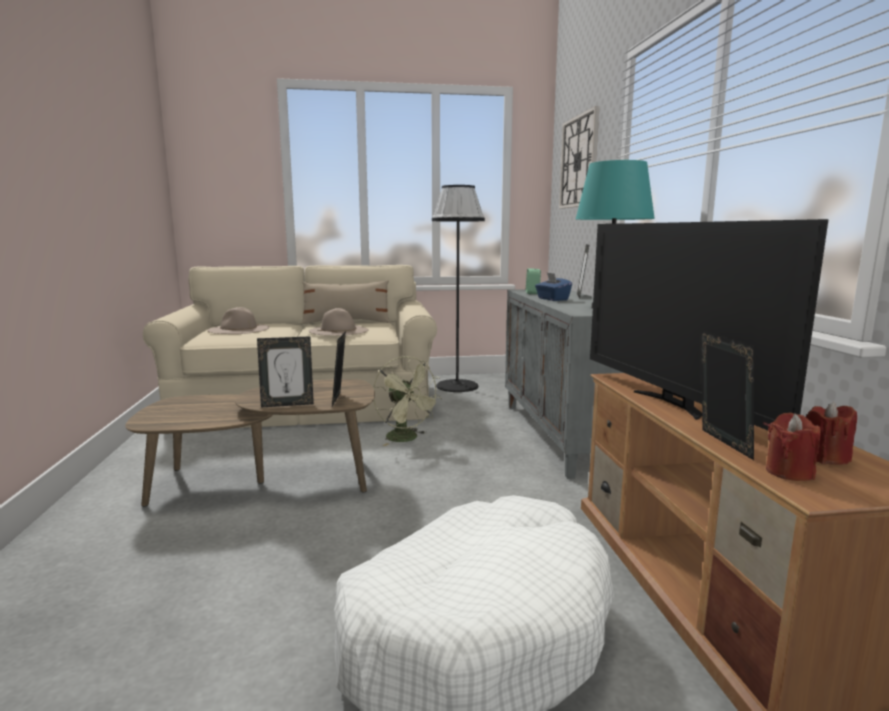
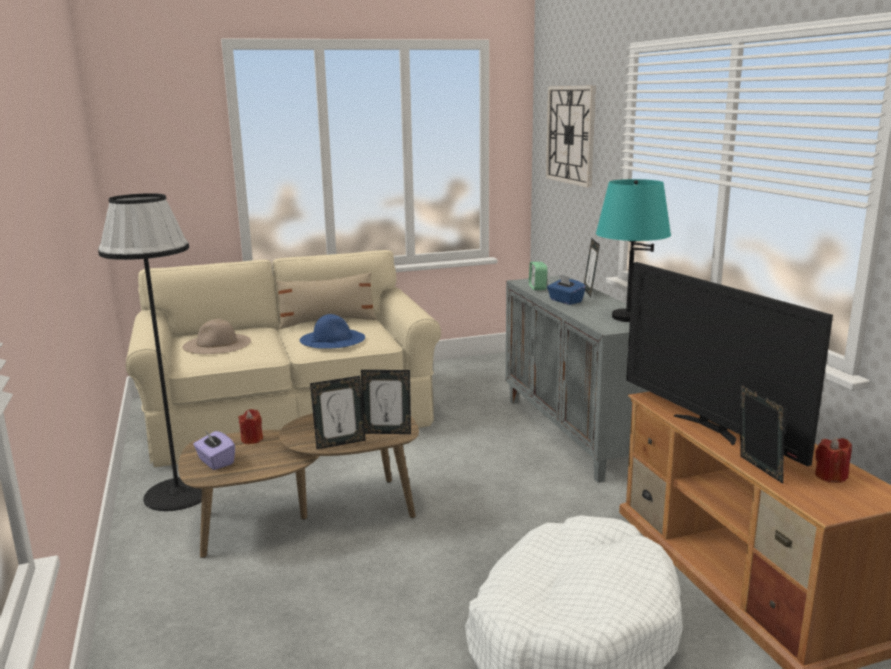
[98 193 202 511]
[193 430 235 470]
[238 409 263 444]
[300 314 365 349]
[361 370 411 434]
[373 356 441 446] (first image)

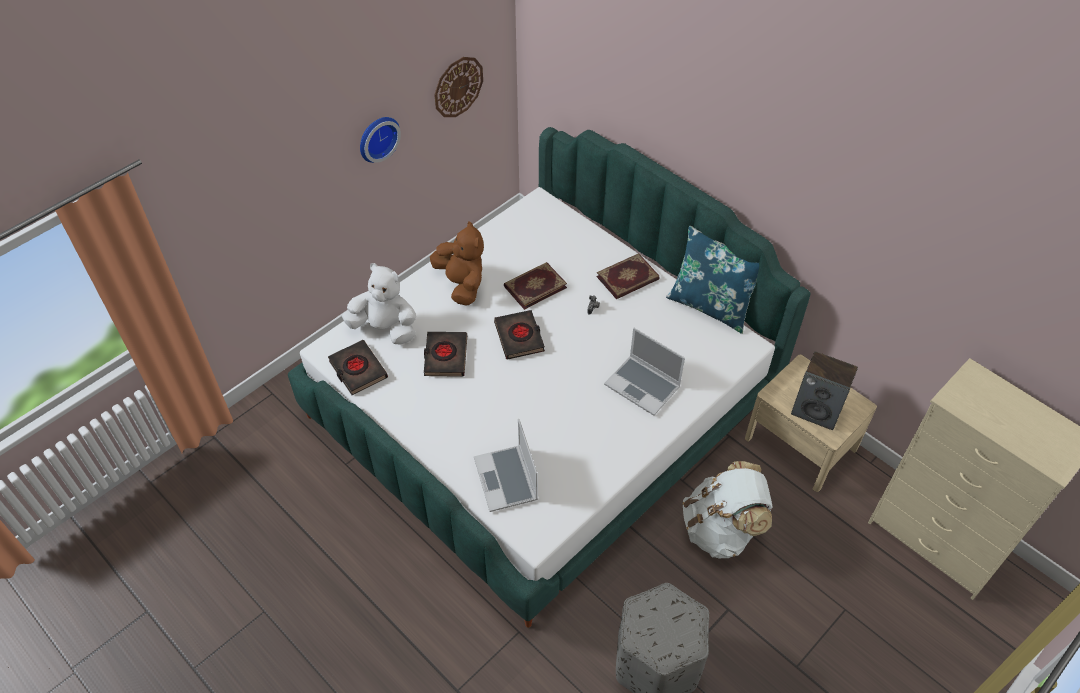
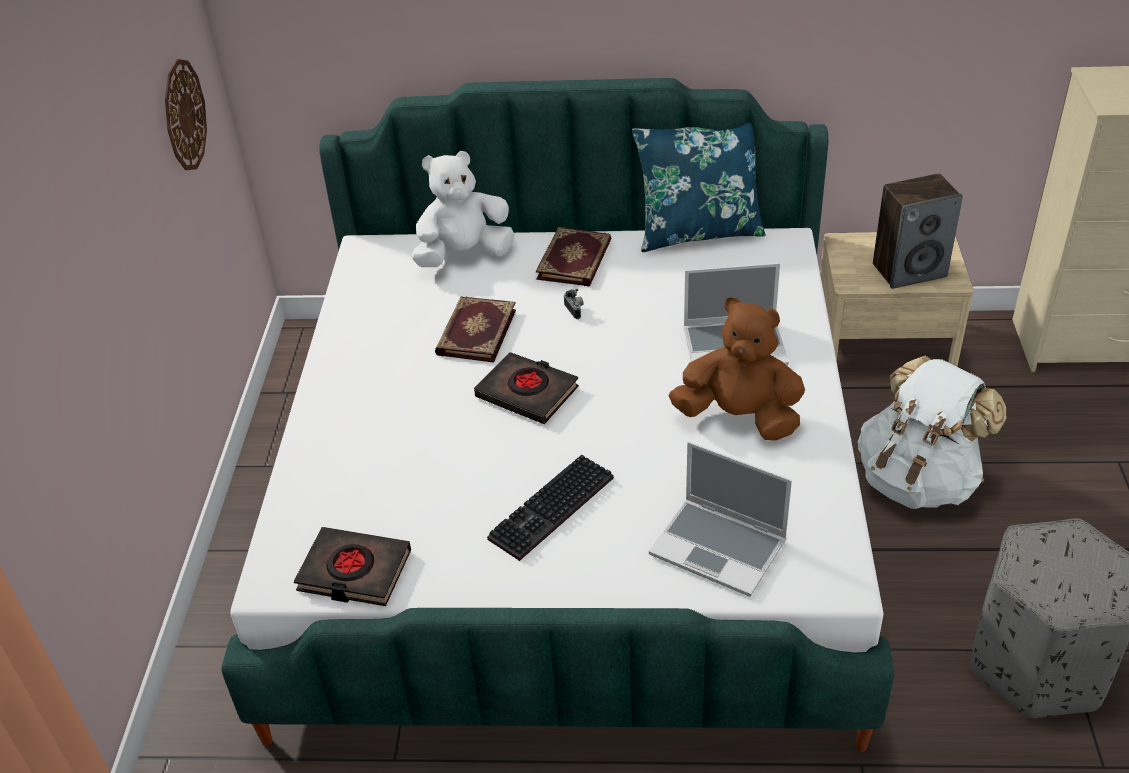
[411 151 515 267]
[487 455 614 561]
[669 297 805 441]
[360 117 401 163] (first image)
[424 332 467 377] (first image)

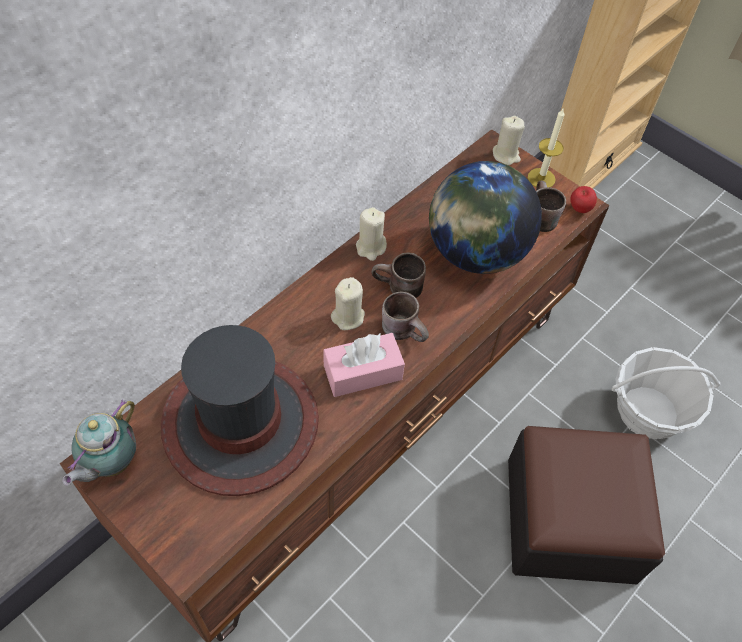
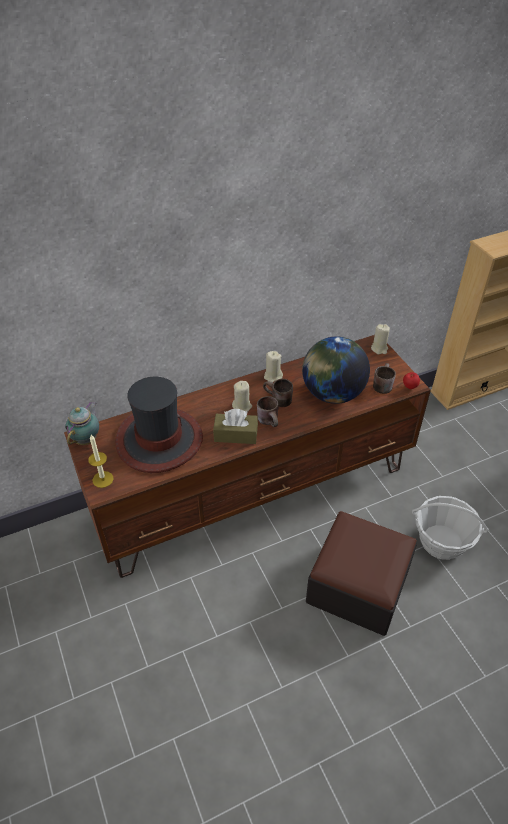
[65 402 99 445]
[88 435 114 488]
[213 409 258 444]

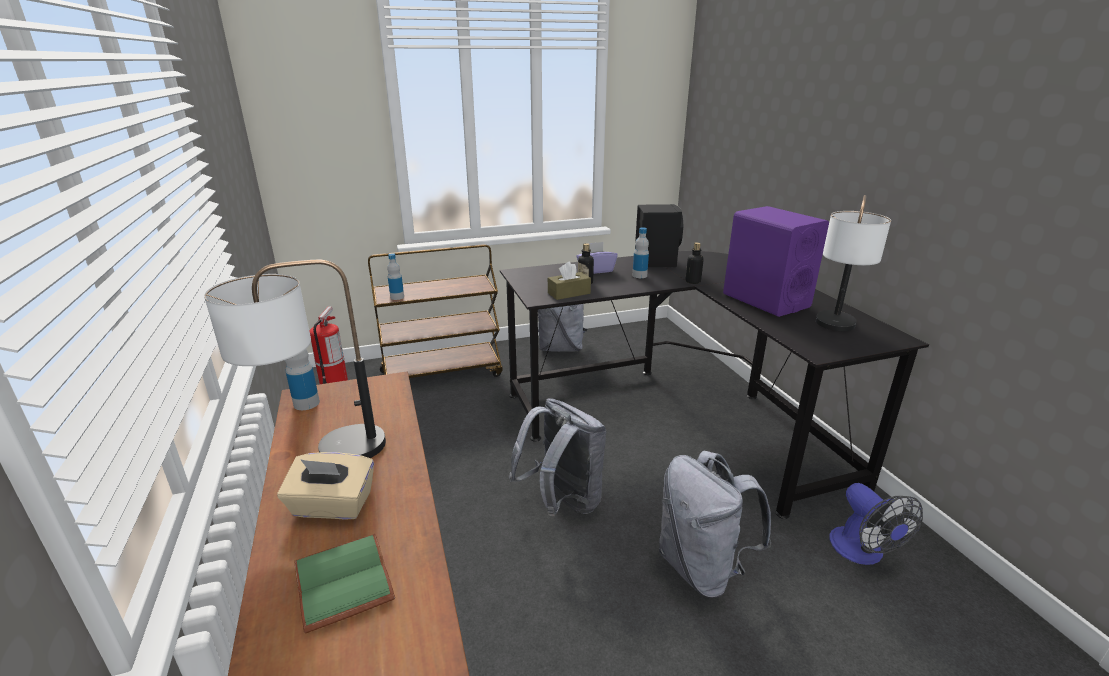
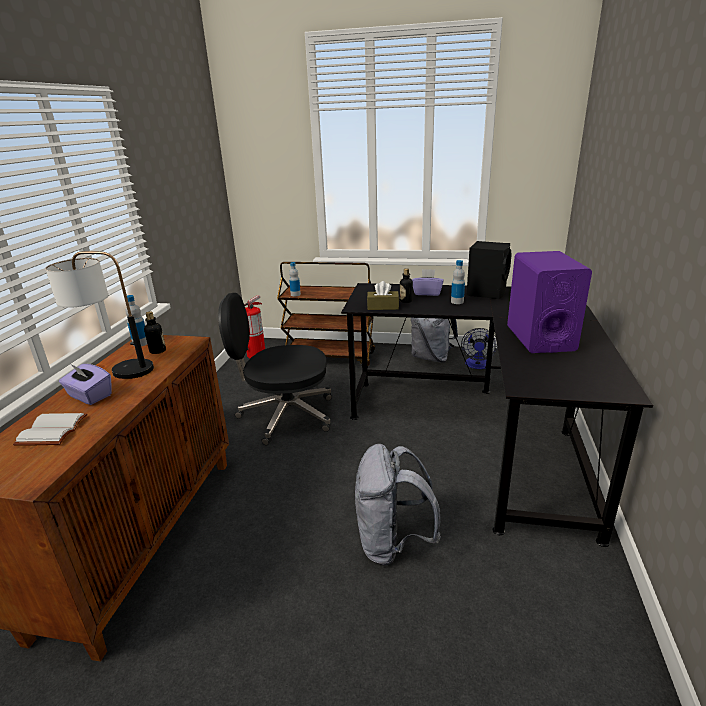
[13 413 88 445]
[59 364 112 405]
[144 311 166 354]
[218 293 332 445]
[461 328 498 369]
[509 398 606 516] (first image)
[816 195 891 331] (first image)

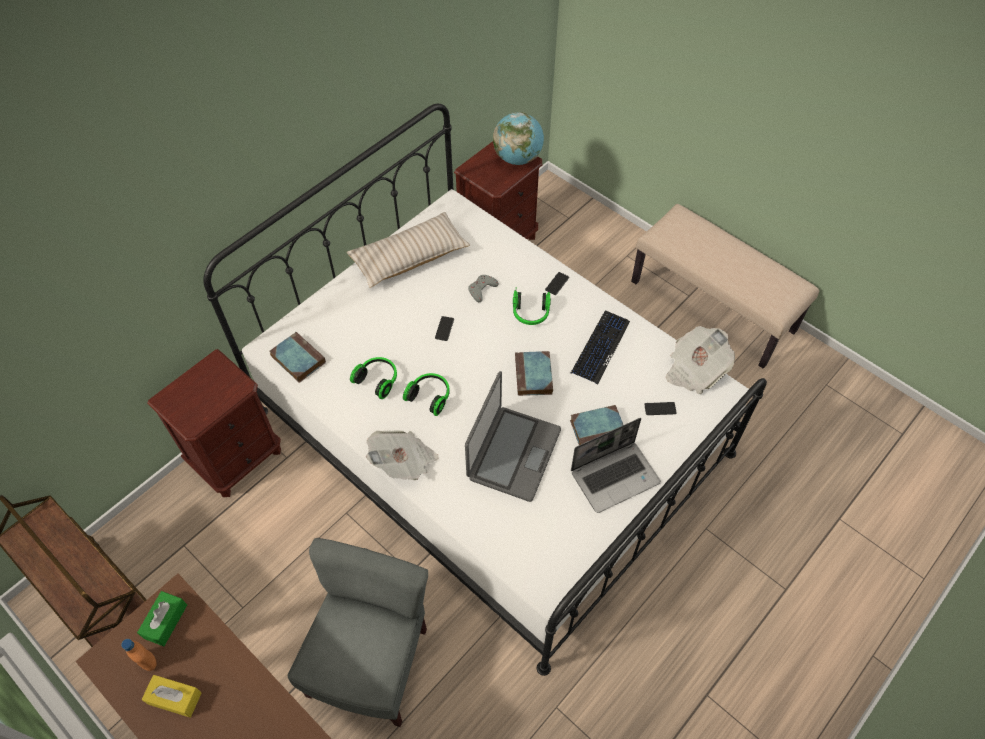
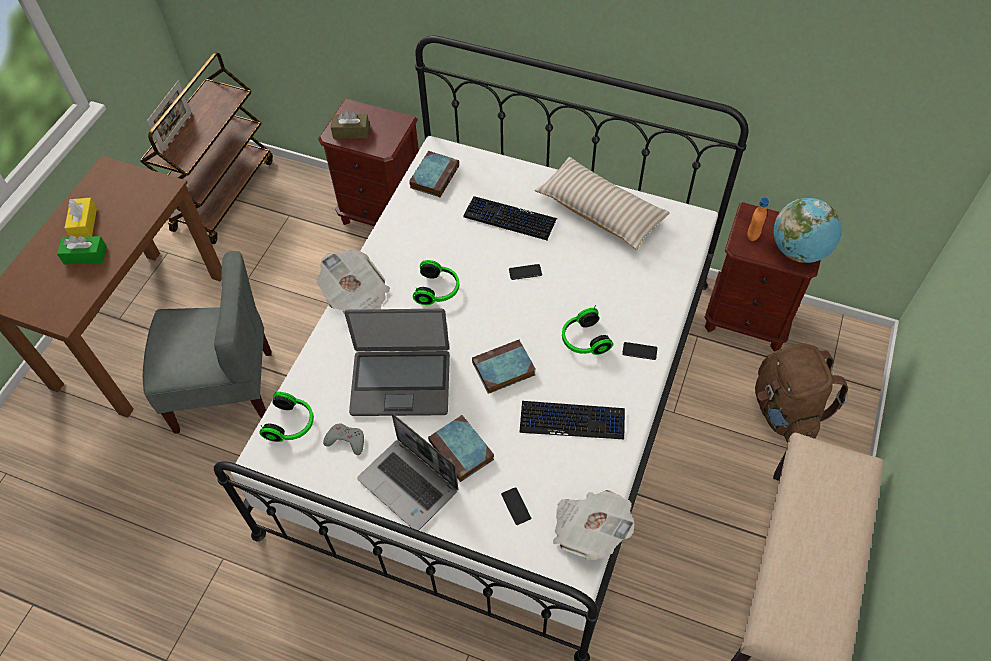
[57 235 107 264]
[147 80 191 152]
[259 392 314 442]
[323 424 364 455]
[331 110 369 139]
[464 196 557 241]
[747 197 769 241]
[755 344 848 443]

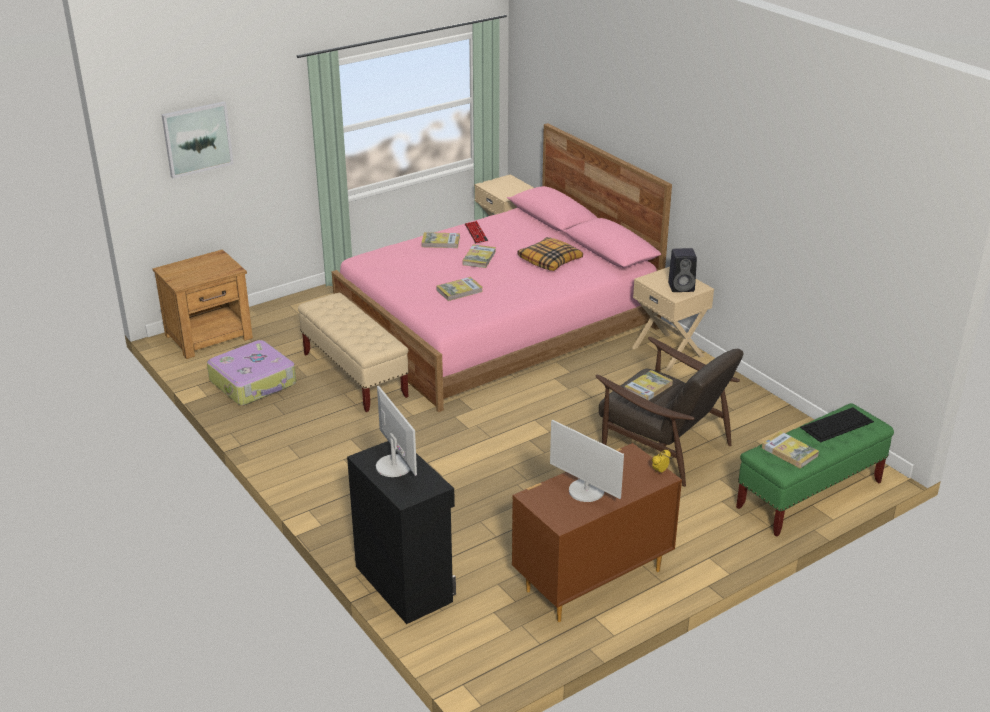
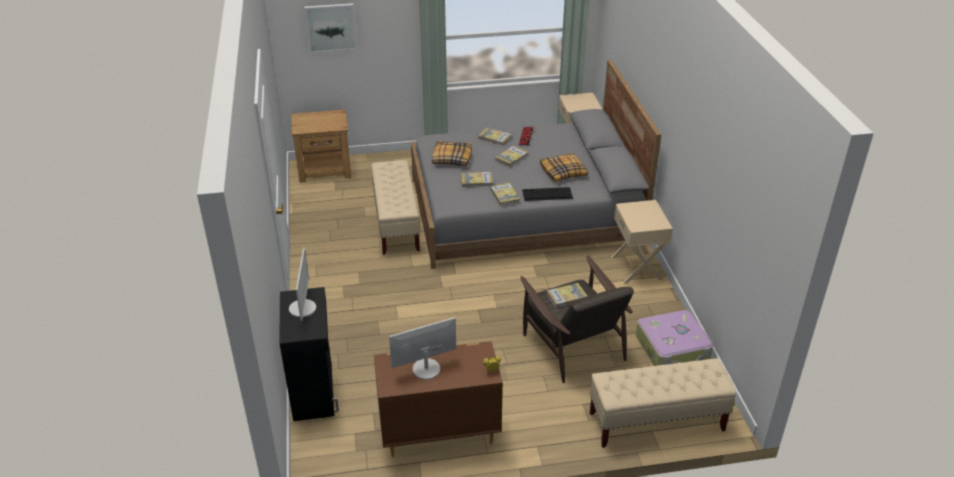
[389 317 456 380]
[411 60 662 269]
[432 141 472 166]
[490 183 520 206]
[522 187 573 201]
[590 358 736 448]
[636 310 713 366]
[668 248 697 292] (first image)

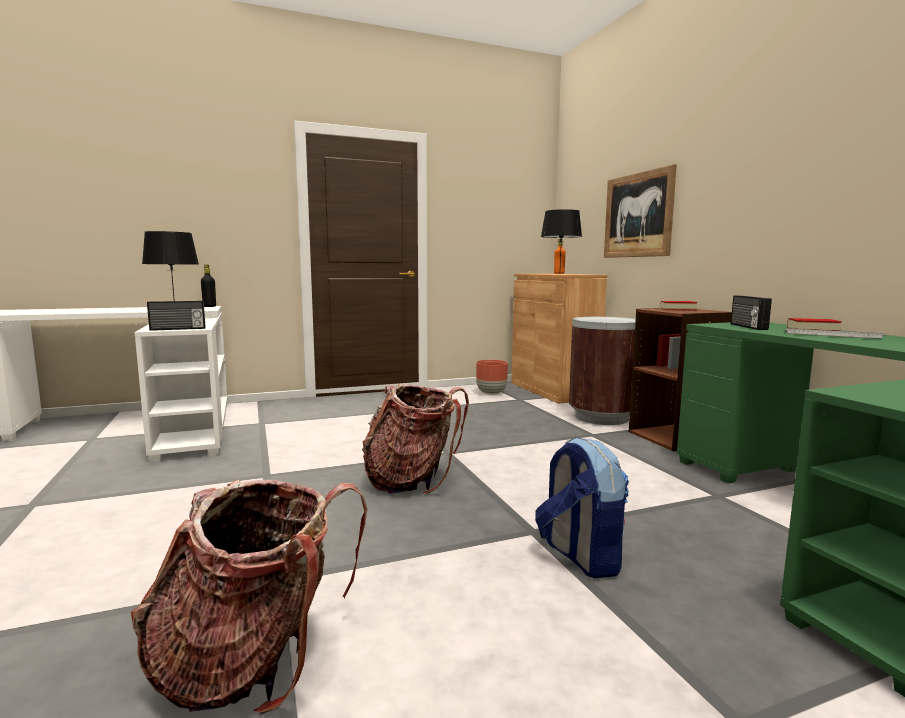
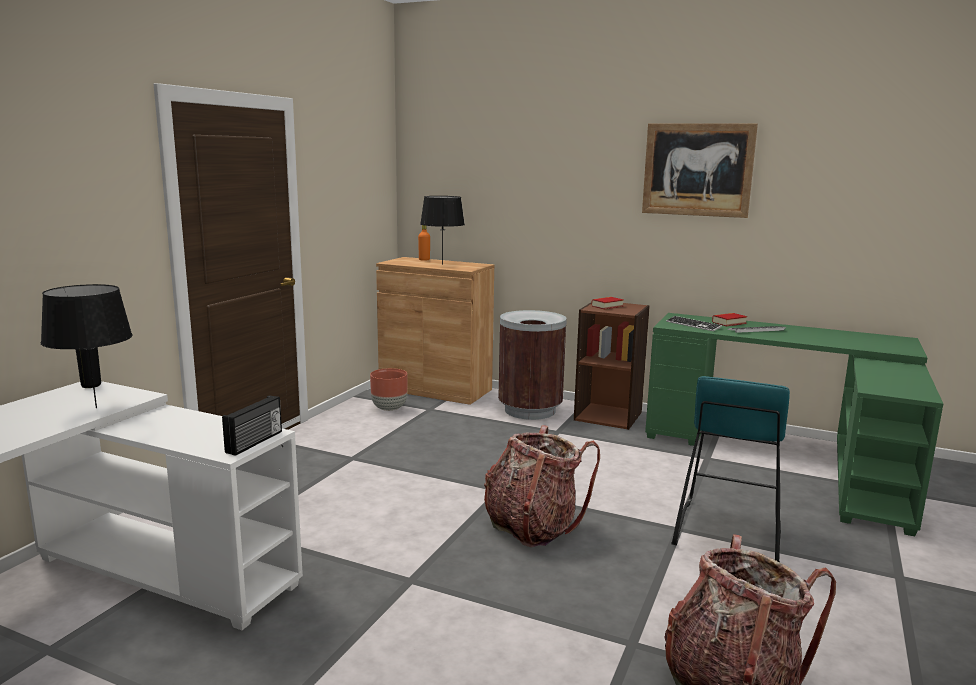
[642 124 758 218]
[666 316 722 331]
[671 376 790 562]

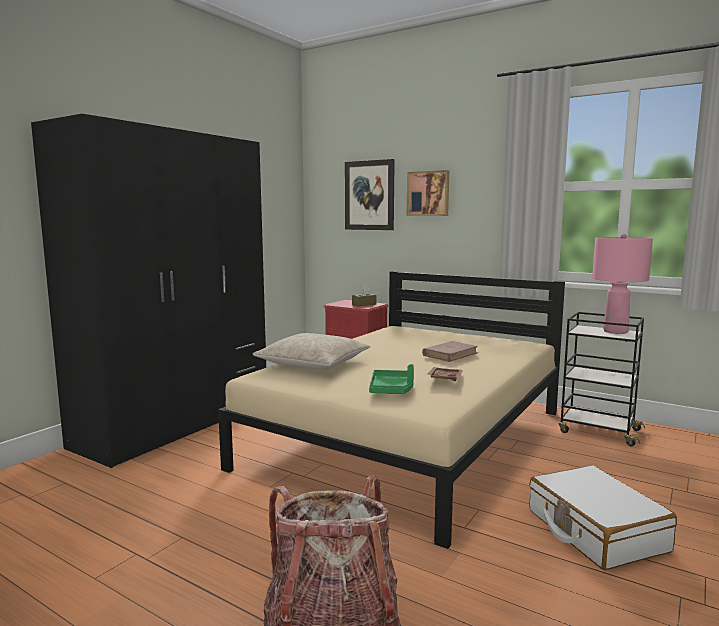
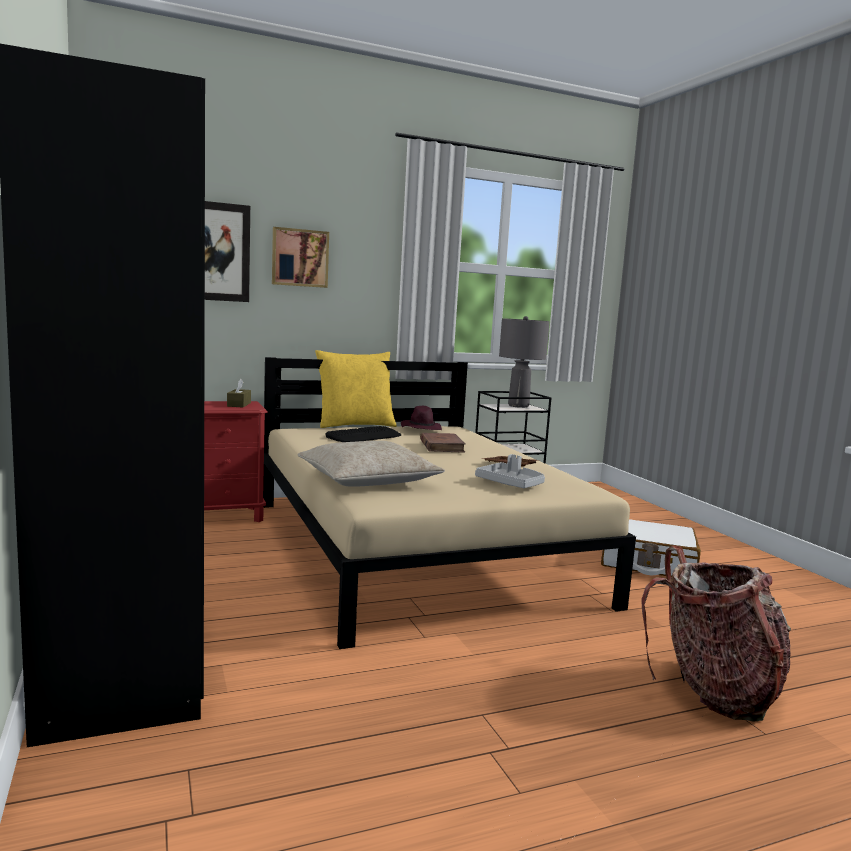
[315 350 397 428]
[326 426 402 442]
[401 406 442 430]
[475 454 545 488]
[499 316 550 408]

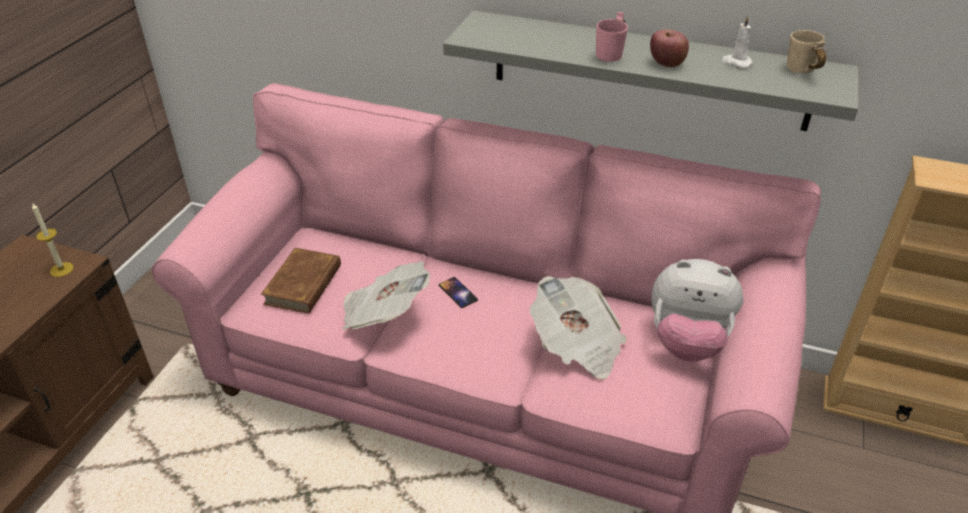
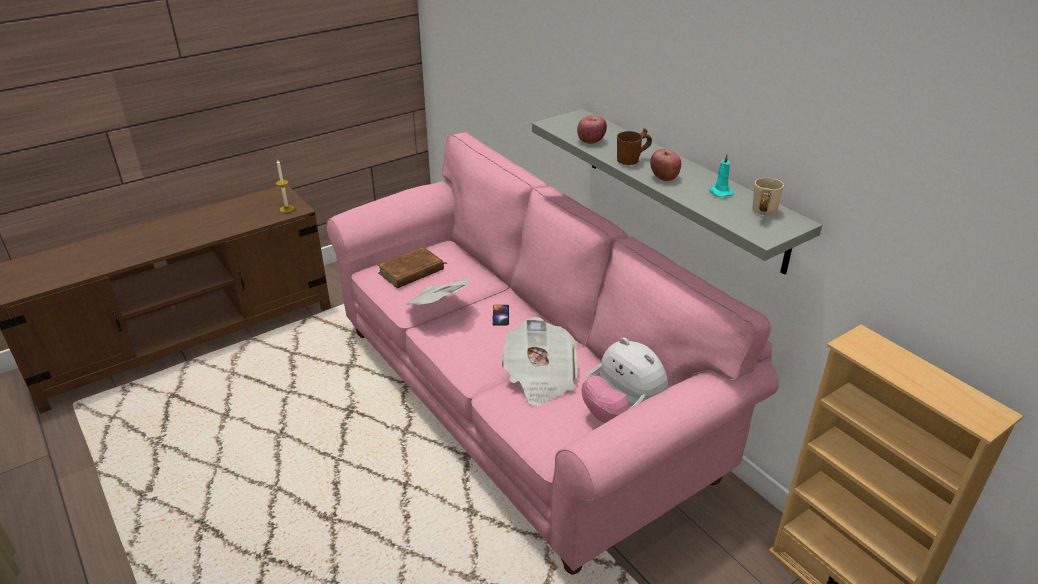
[577 115 607 144]
[617 128 652 165]
[709 154 733 197]

